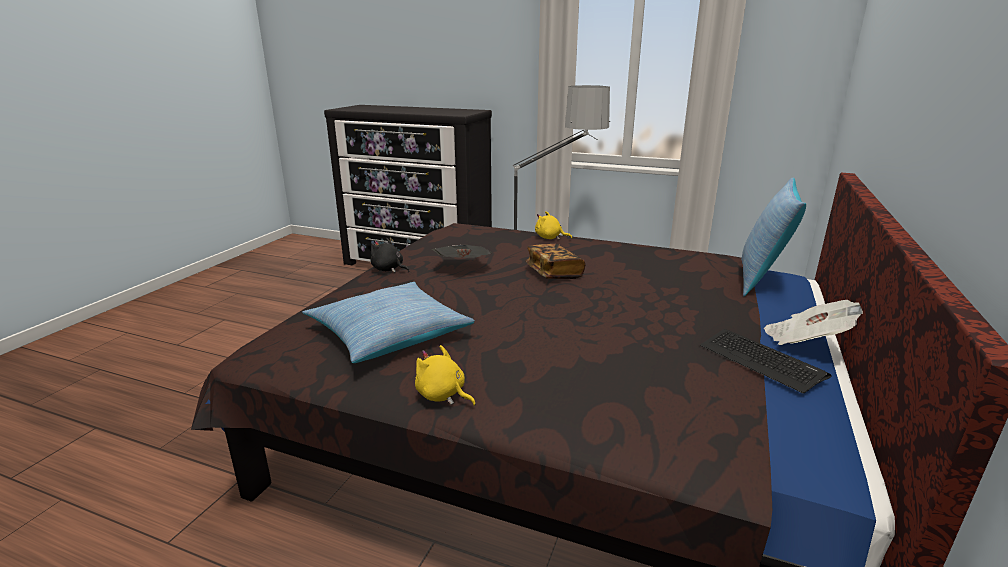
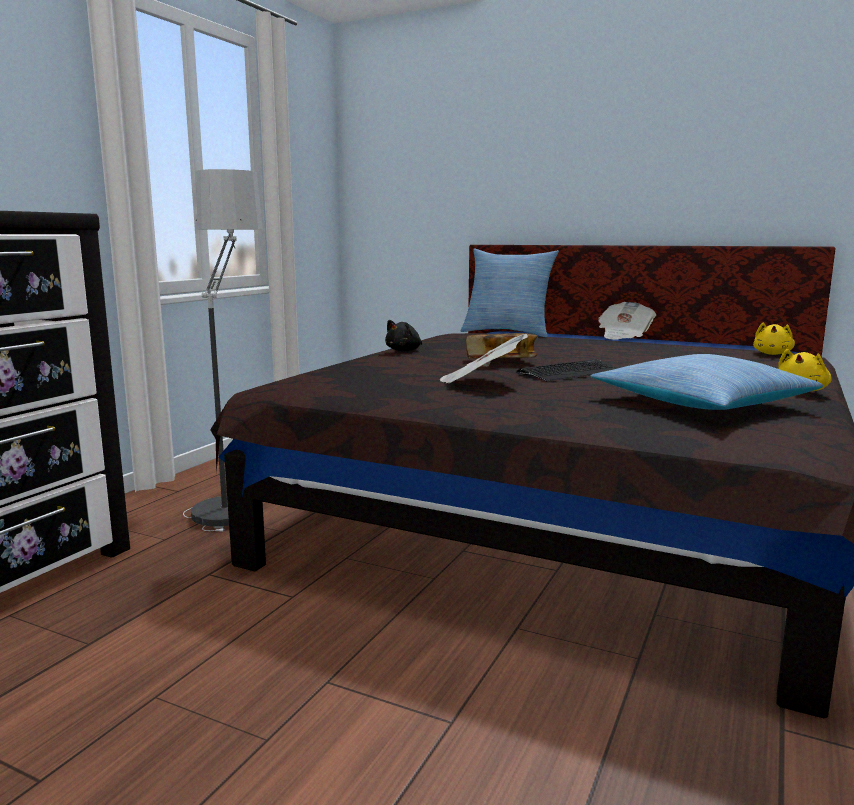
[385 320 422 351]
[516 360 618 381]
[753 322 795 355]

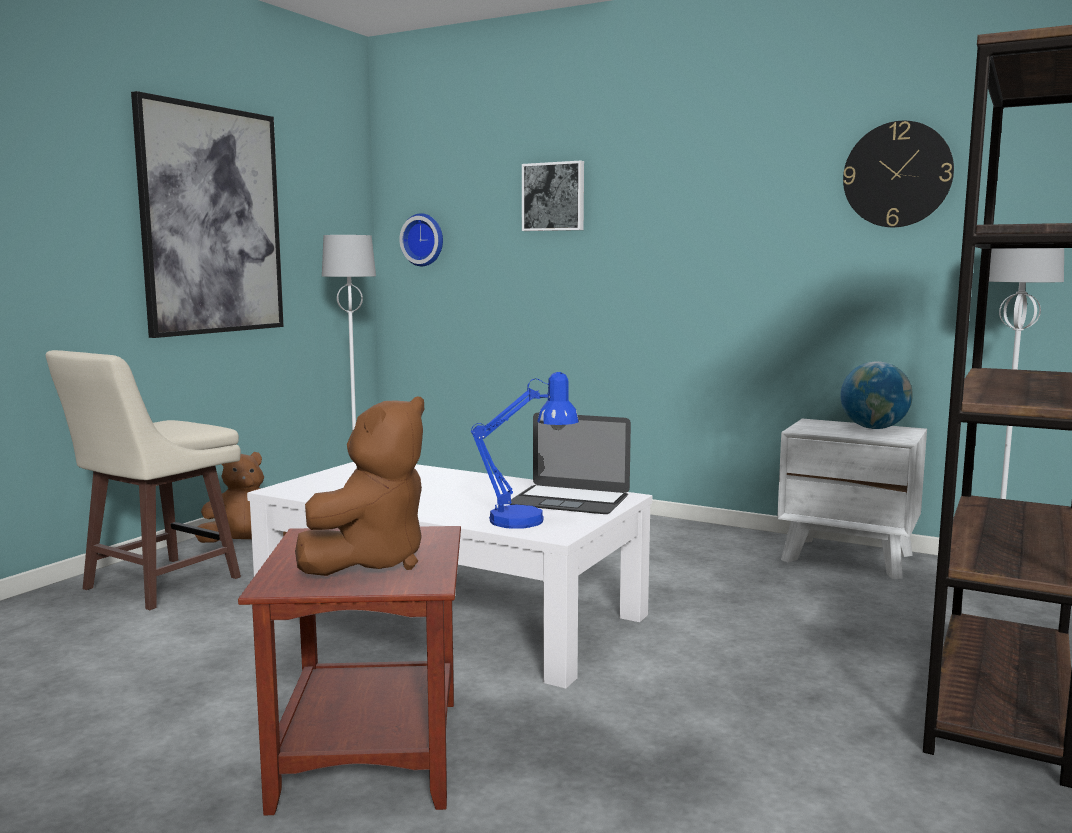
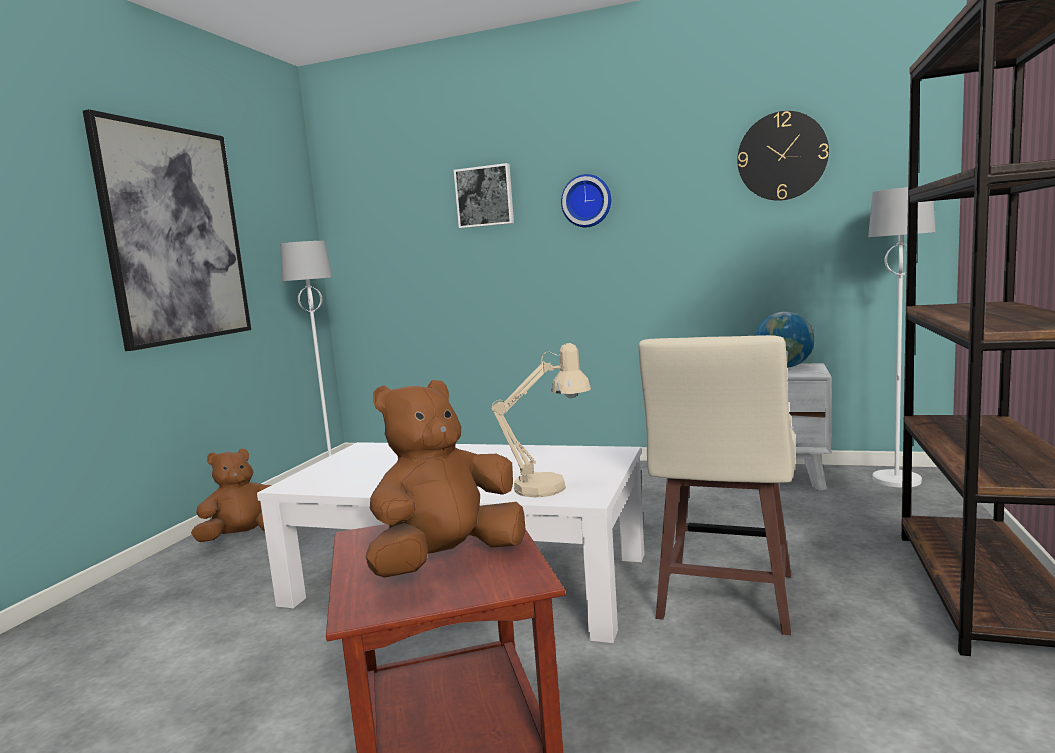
[366 380 526 578]
[491 343 591 498]
[561 174 611 227]
[638 335 796 635]
[509 413 631 514] (first image)

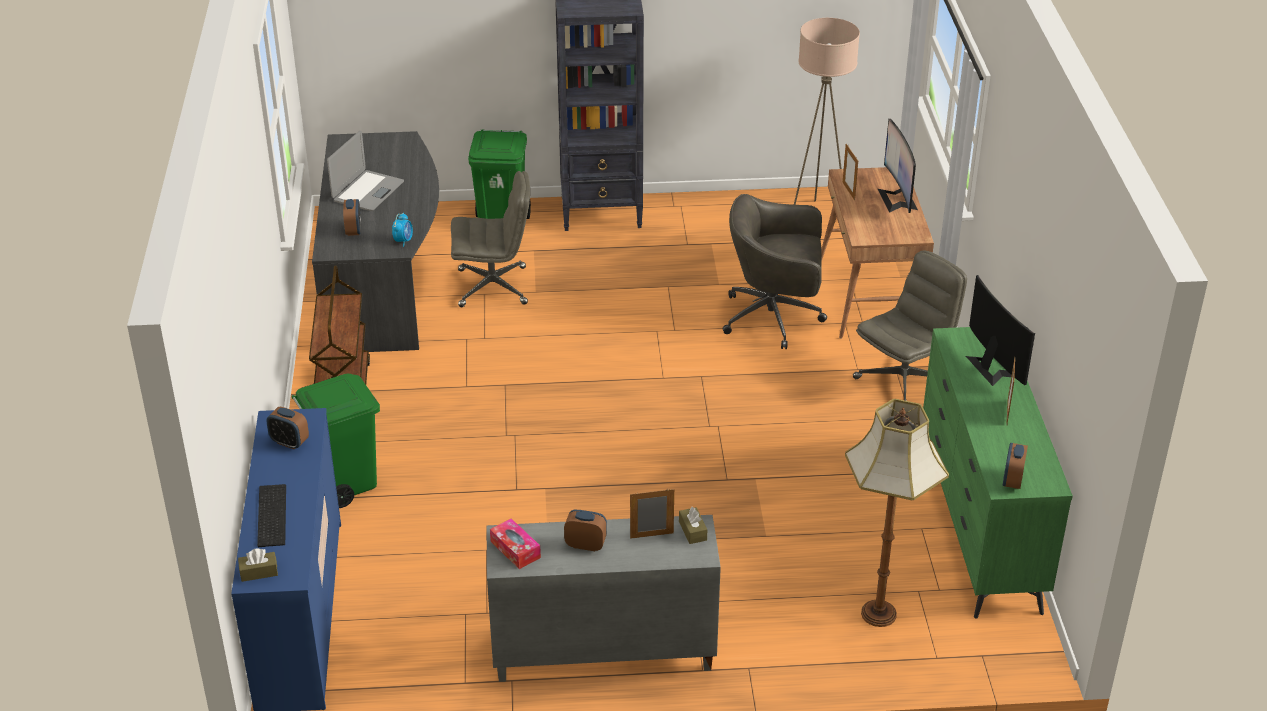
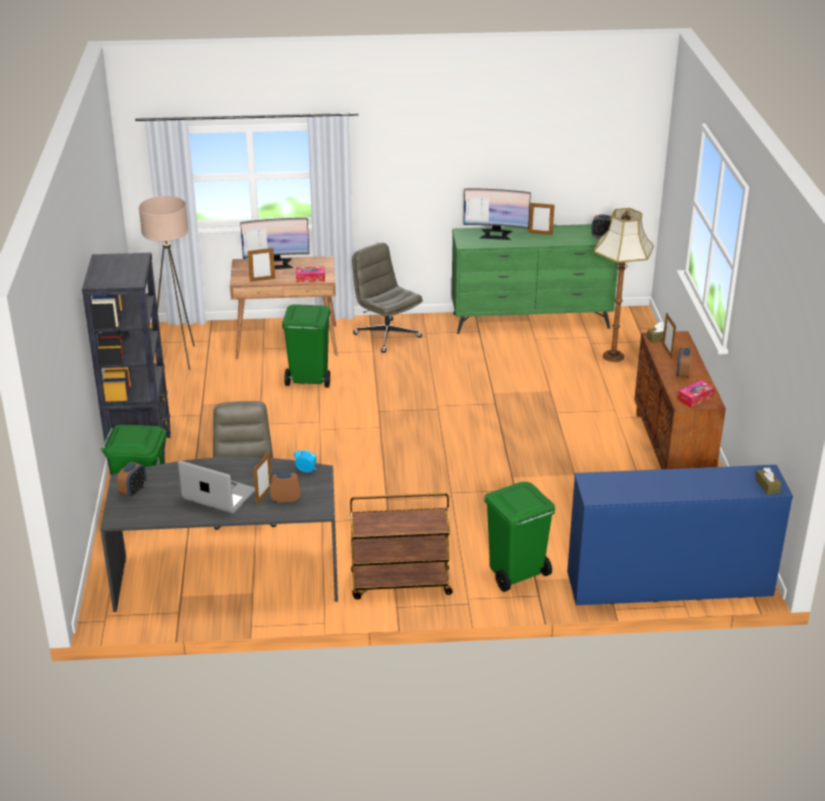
[117 462 147 497]
[254 451 272 505]
[282 304 331 388]
[296 266 325 283]
[464 189 531 240]
[634 331 726 469]
[257 484 286 547] (first image)

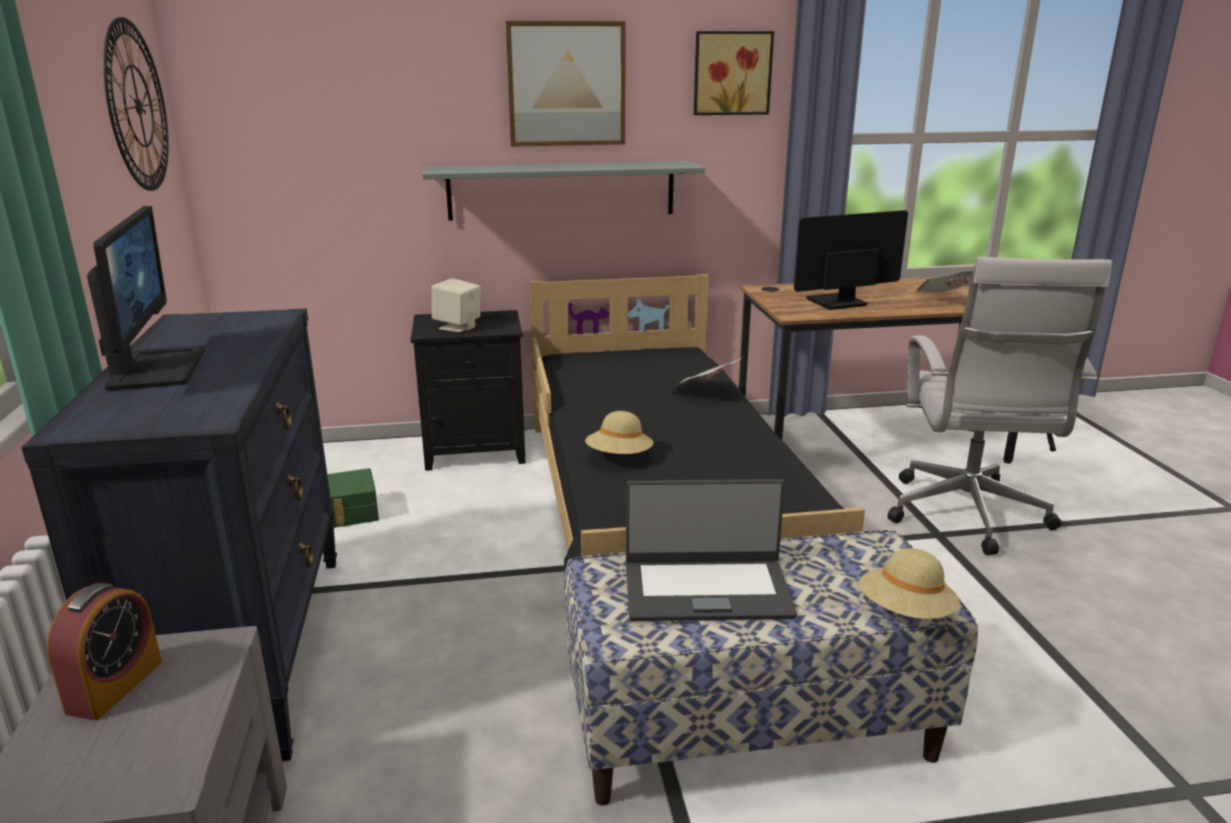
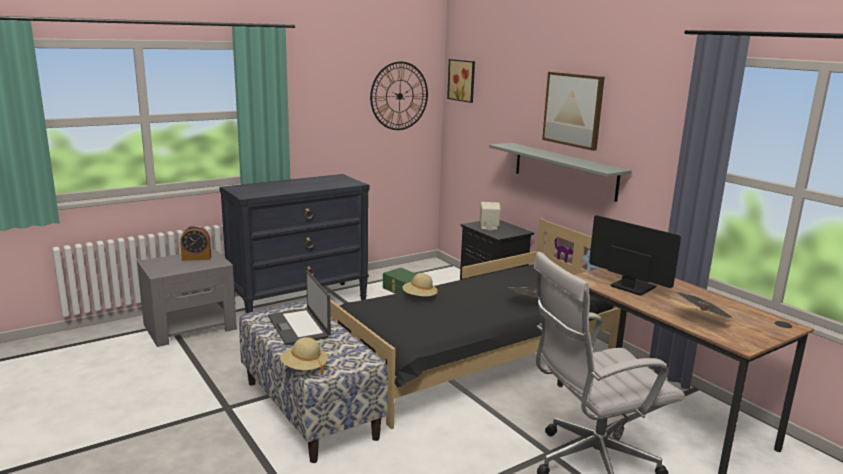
[447 59 475 103]
[87 206 205 391] (first image)

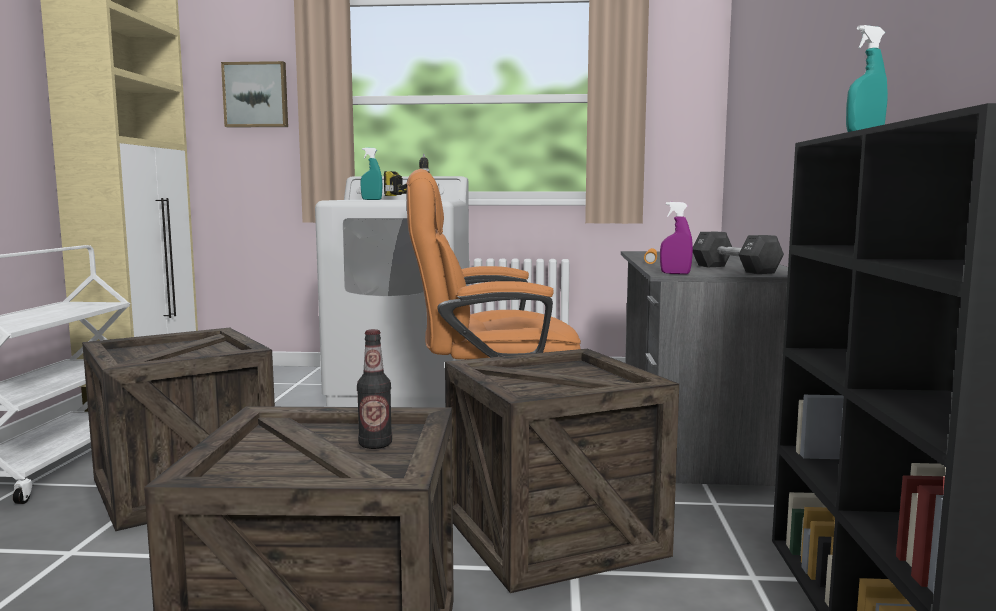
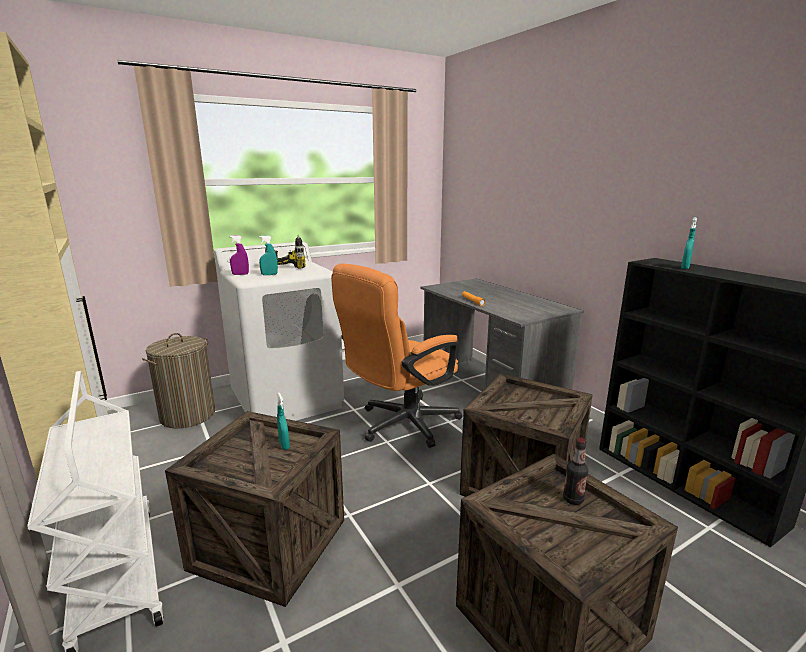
[142 333 215 428]
[229 235 249 275]
[277 393 290 450]
[221 61 288 128] (first image)
[693 232 784 274] (first image)

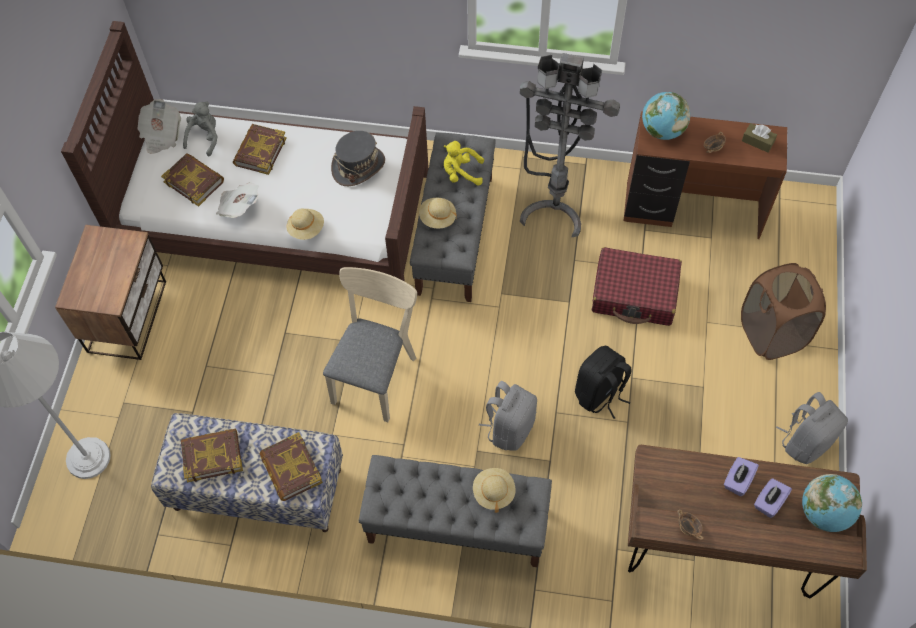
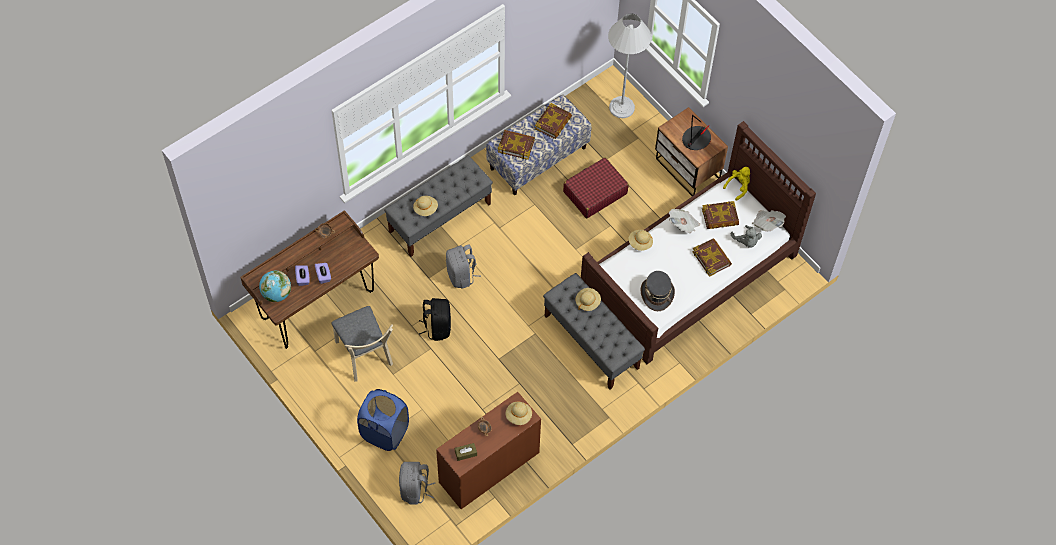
[331 306 393 381]
[357 389 409 451]
[399 462 435 505]
[506 402 532 425]
[563 157 629 218]
[682 115 711 150]
[723 167 750 201]
[520 53 620 238] (first image)

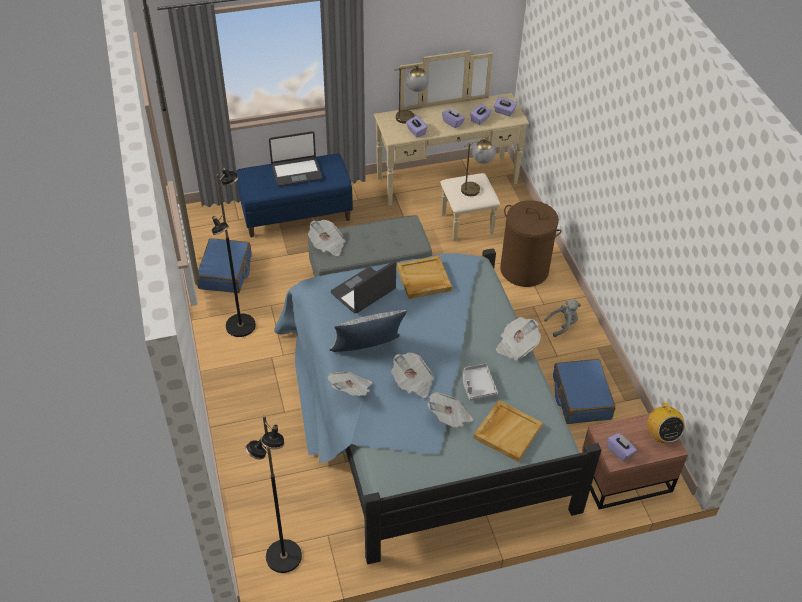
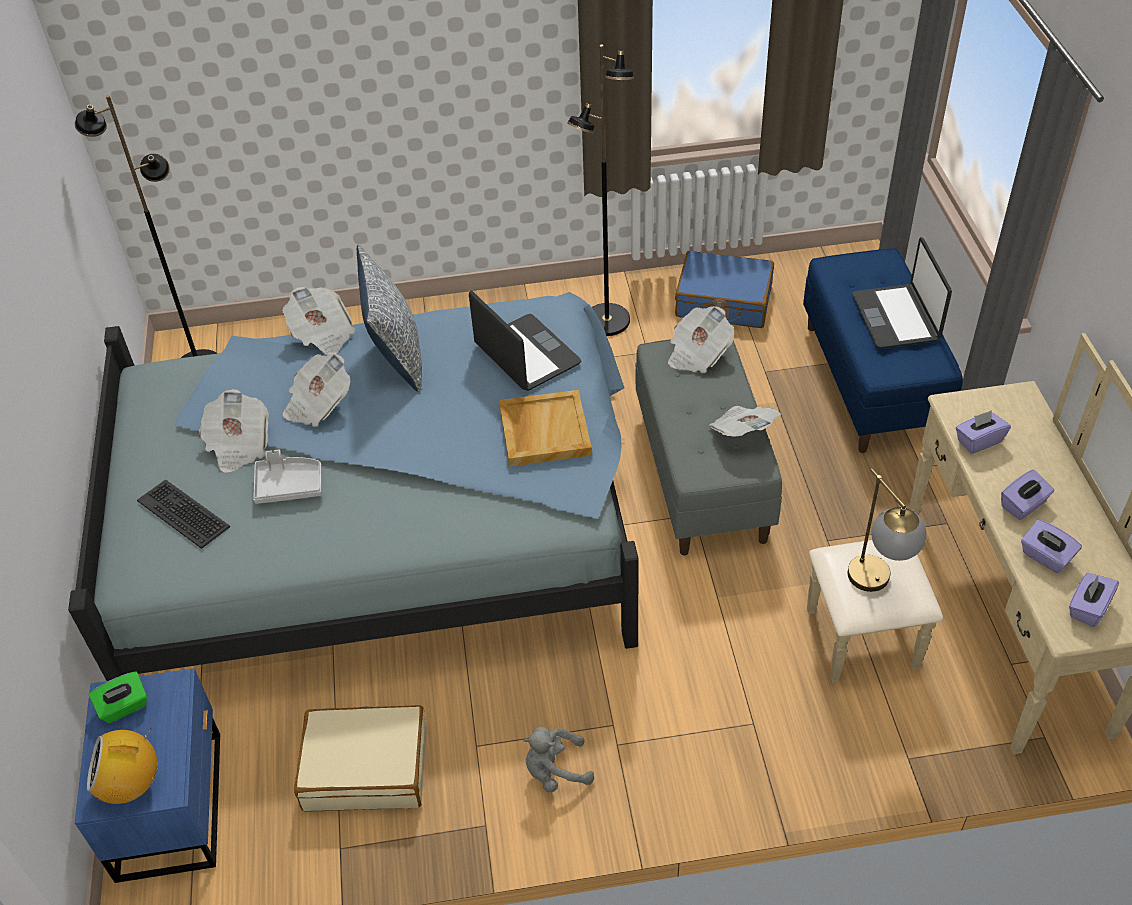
[75 668 220 883]
[89 671 147 723]
[137 479 230 549]
[294 705 427 811]
[523 727 594 792]
[709 406 781 436]
[395 65 429 124] (first image)
[500 200 562 287] (first image)

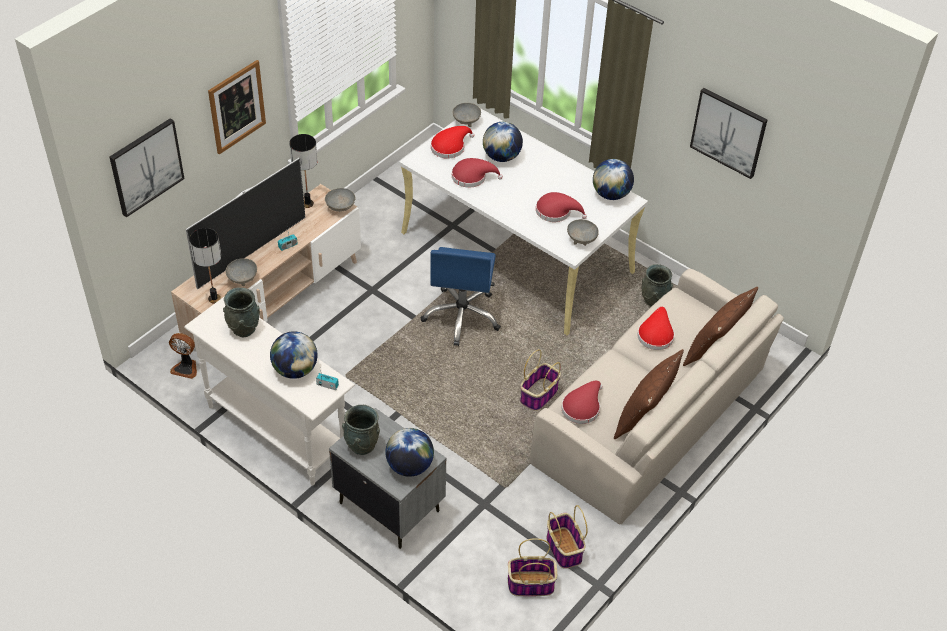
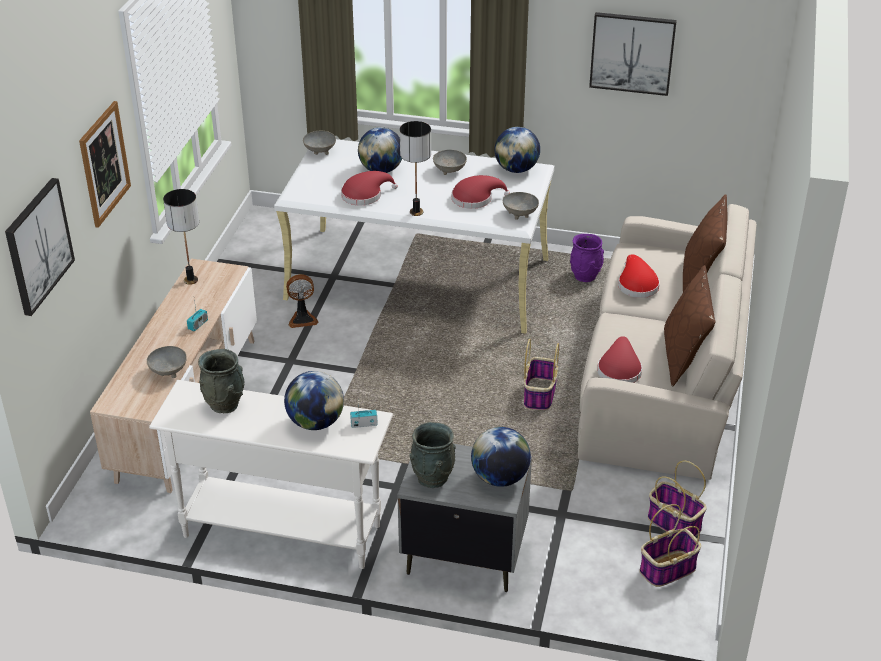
[286 274 319 328]
[400 121 431 216]
[433 150 467 175]
[570 234 604 282]
[186 158 305 289] (first image)
[420 247 501 346] (first image)
[431 126 474 159] (first image)

